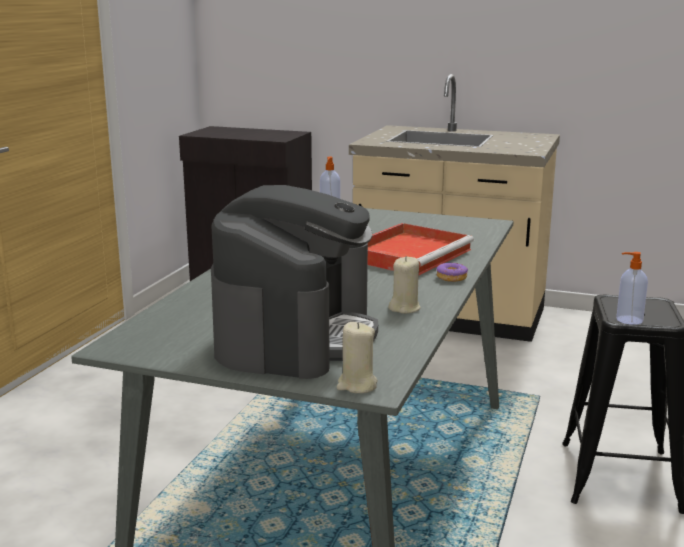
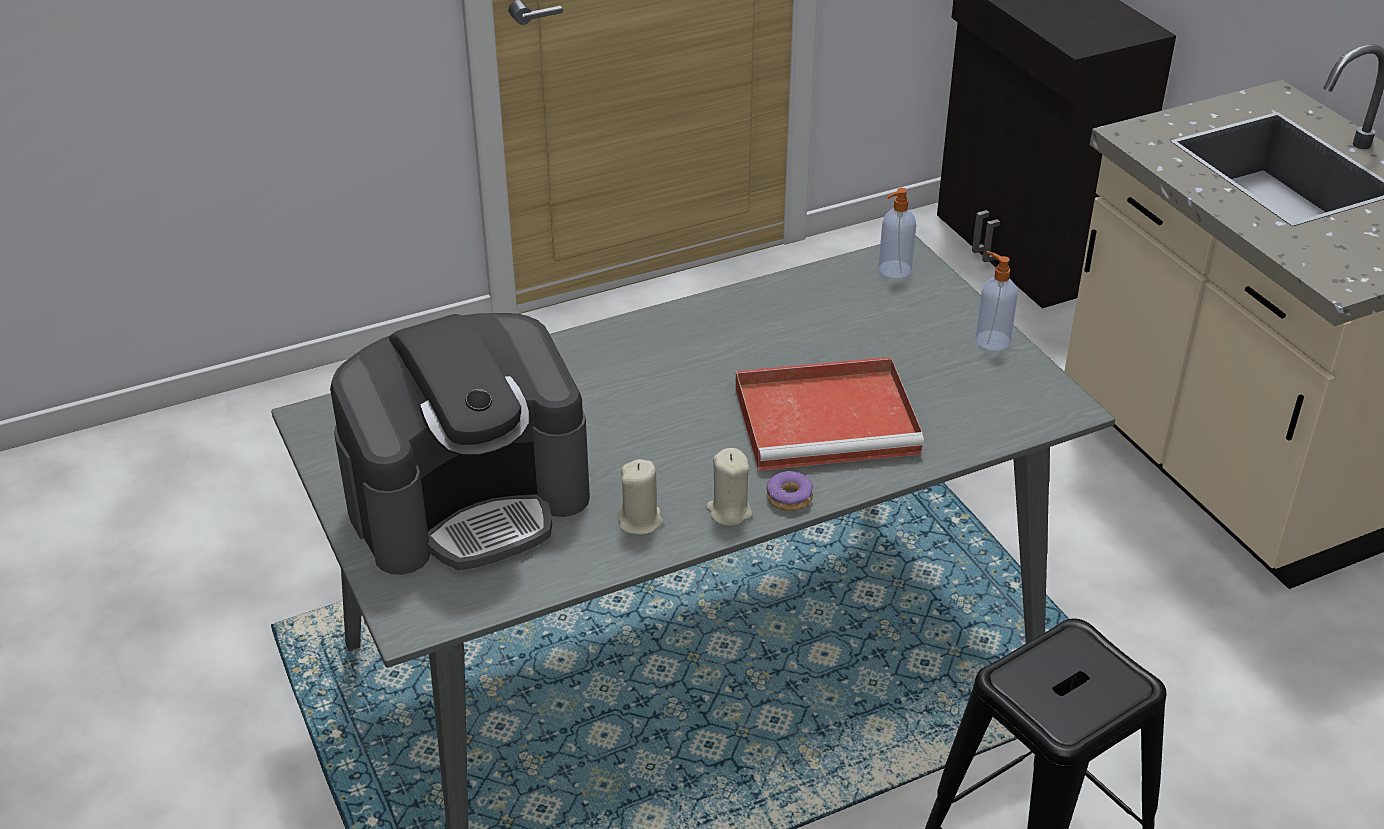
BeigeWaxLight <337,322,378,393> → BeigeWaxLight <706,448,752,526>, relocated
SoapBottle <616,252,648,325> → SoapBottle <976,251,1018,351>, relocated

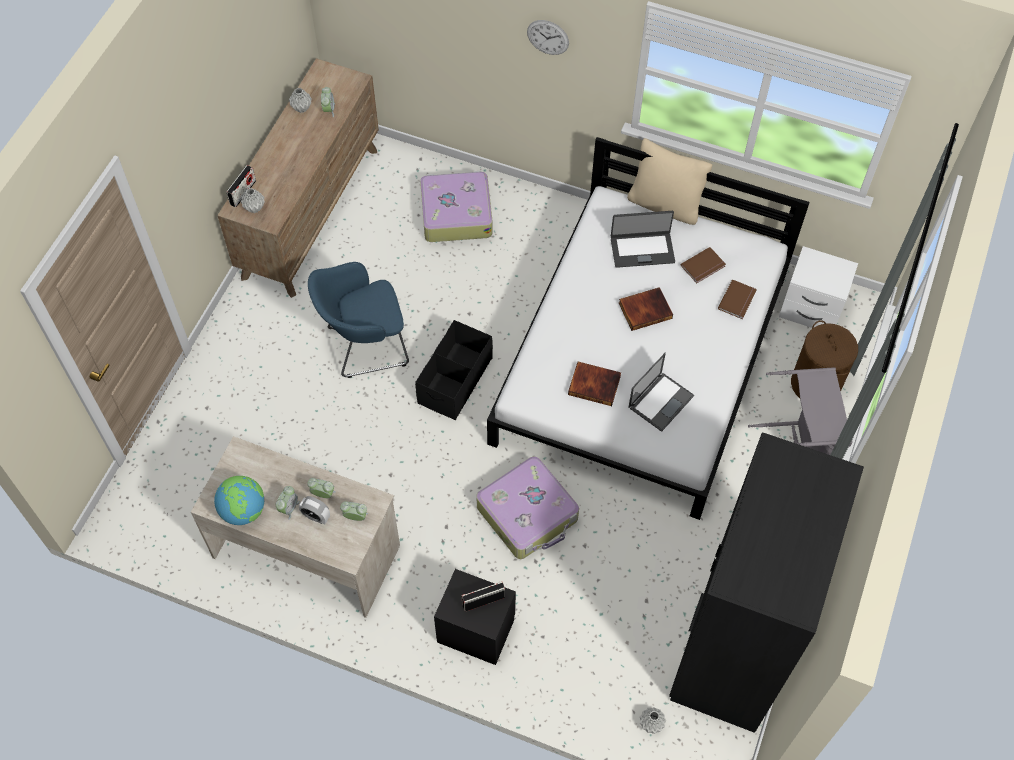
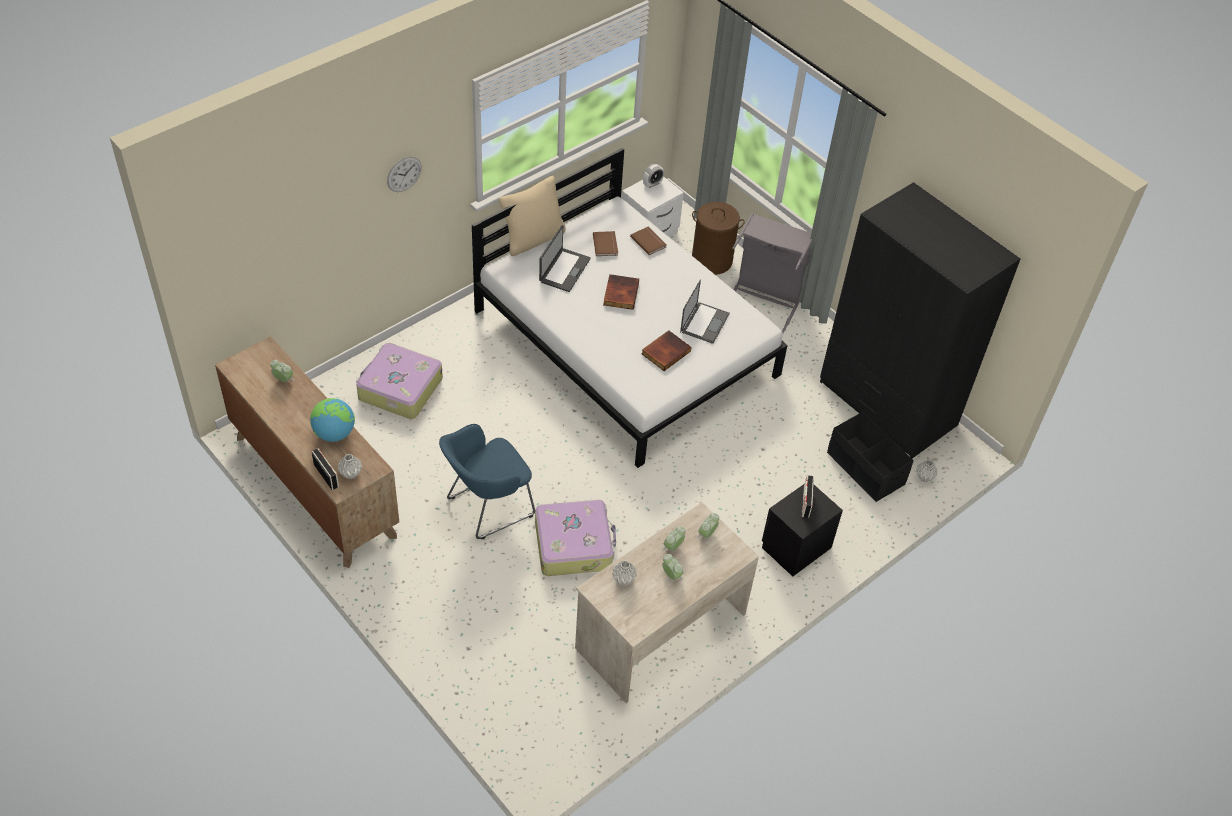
DeskGlobe <214,476,264,525> → DeskGlobe <310,398,355,442>, relocated
BlueColouredArmchair <308,262,409,378> → BlueColouredArmchair <439,424,535,539>, 45 degrees clockwise
Suitcase <476,457,579,559> → Suitcase <535,500,616,576>, relocated
GreyVase <289,88,312,113> → GreyVase <612,560,637,586>, relocated
BedsideClock <299,496,330,524> → BedsideClock <643,164,664,188>, relocated
NotebookComputer <628,353,694,432> → NotebookComputer <680,280,730,344>, 45 degrees clockwise
BlackishStorageBox <415,320,493,420> → BlackishStorageBox <827,412,914,502>, relocated

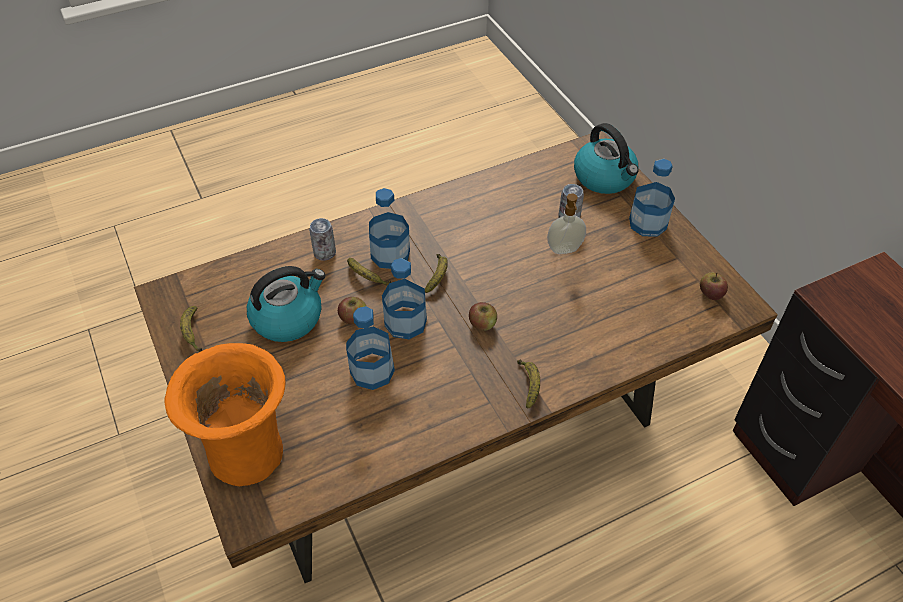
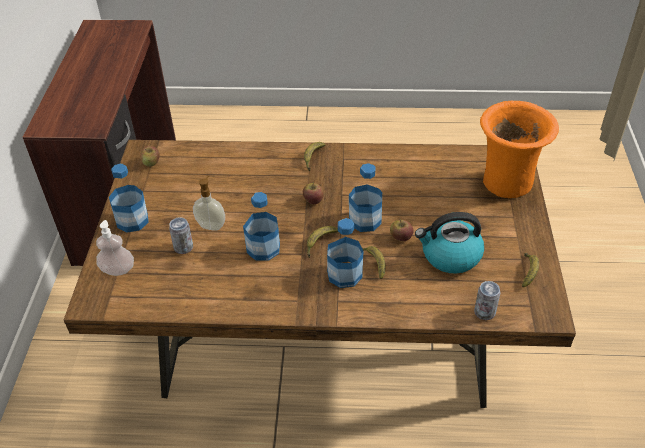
Kettle <574,123,639,194> → SoapBottle <96,220,134,276>
Bottle <346,306,395,390> → Bottle <243,192,280,261>, relocated
Can <309,218,336,261> → Can <474,281,500,320>, relocated

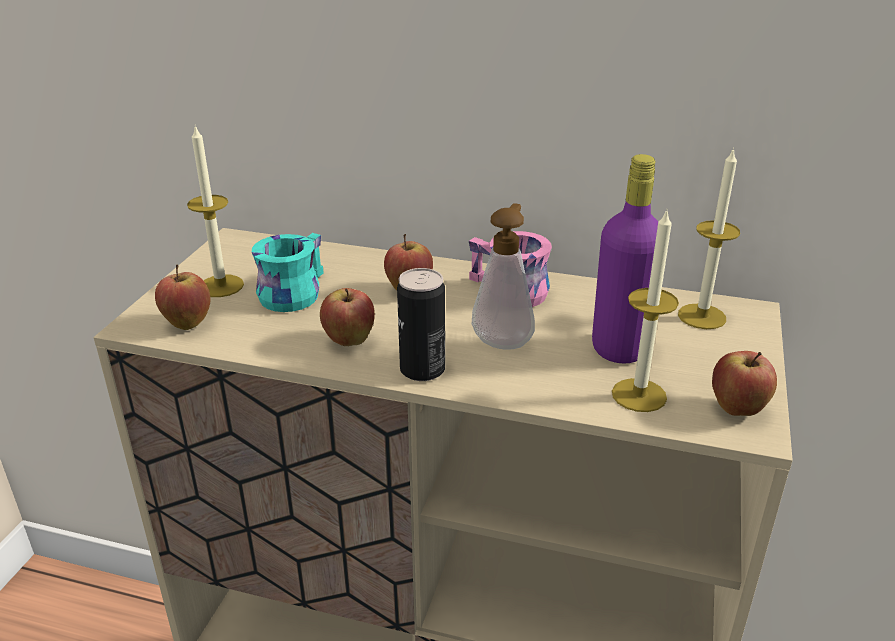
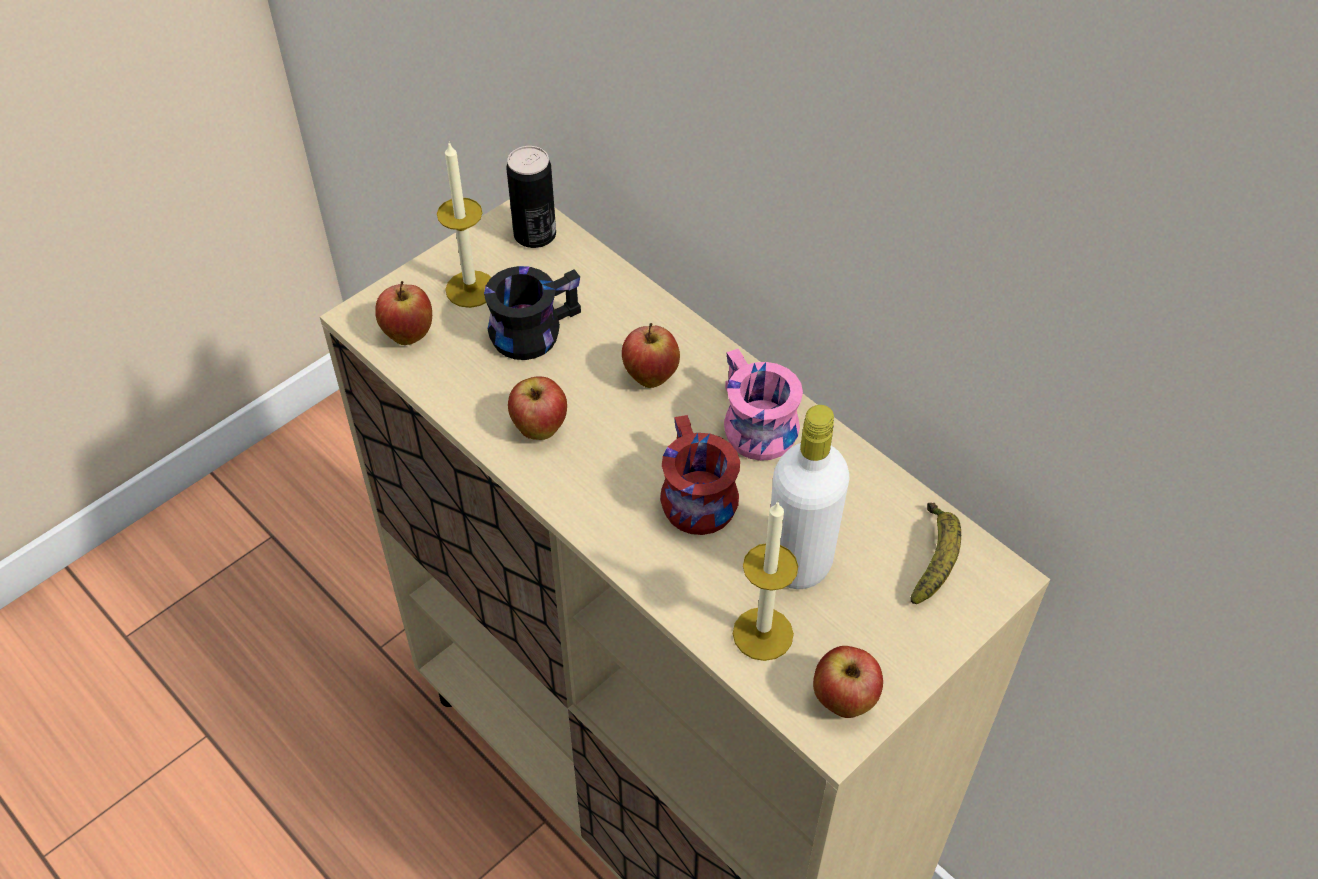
TurquoiseColouredCoffeeMug <252,233,324,312> → BlackishCoffeeMug <484,266,581,360>
Can <397,268,445,381> → Can <506,146,556,248>, relocated
SoapBottle <472,203,535,350> → RedColouredCoffeeMug <660,415,740,535>
PurplishBottle <592,154,658,364> → WhiteBottle <771,405,849,589>
WaxLight <678,147,740,329> → BananaFruit <910,503,961,604>

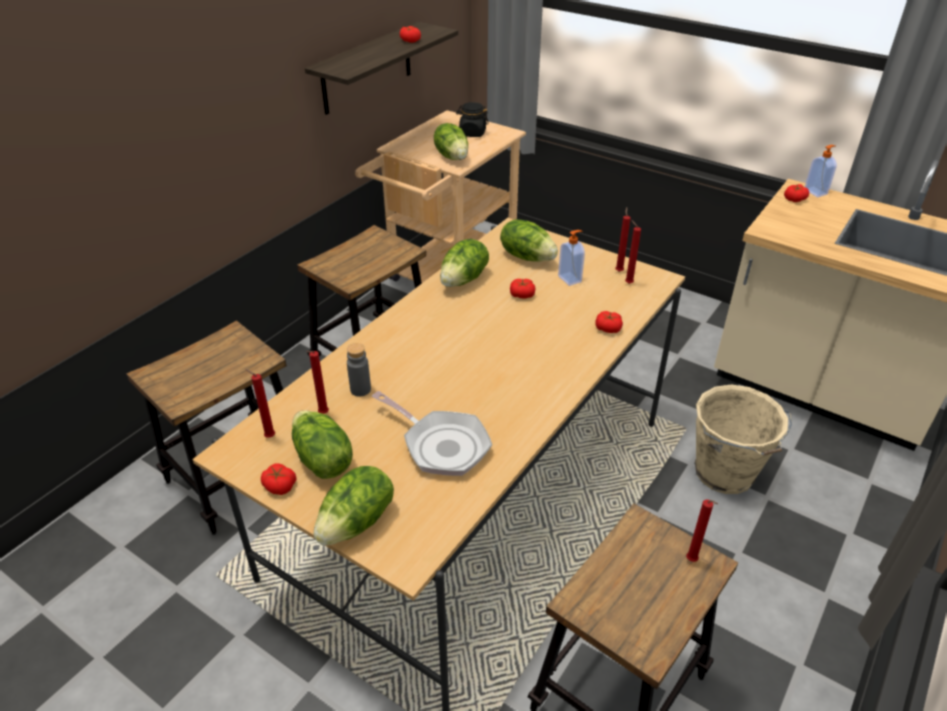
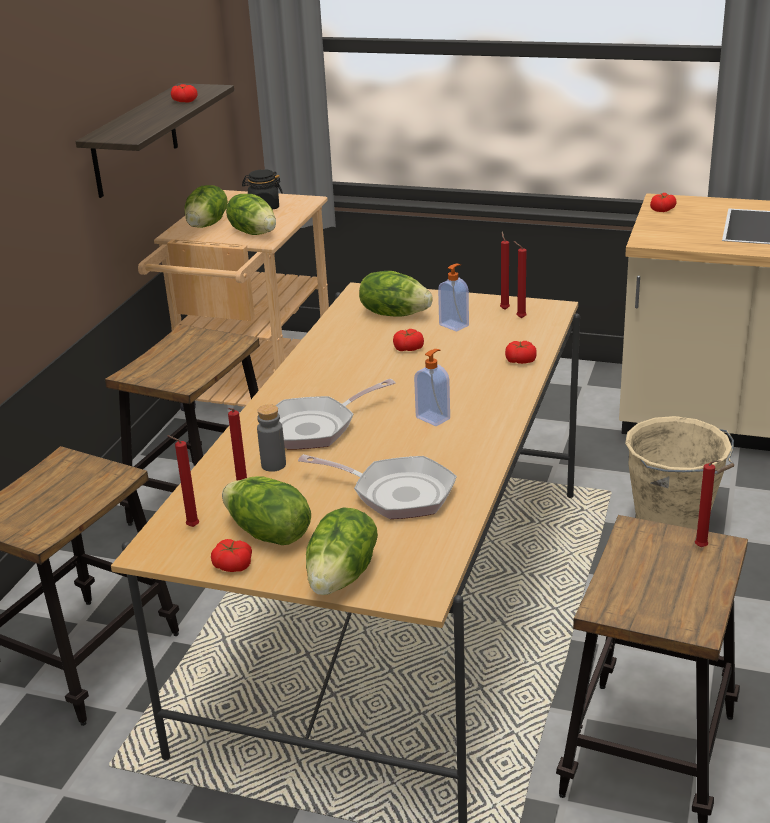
Lettuce <440,239,489,287> → Lettuce <184,185,228,228>, relocated
- → Skillet <275,379,396,449>
SoapBottle <805,145,837,197> → SoapBottle <414,349,450,426>, relocated

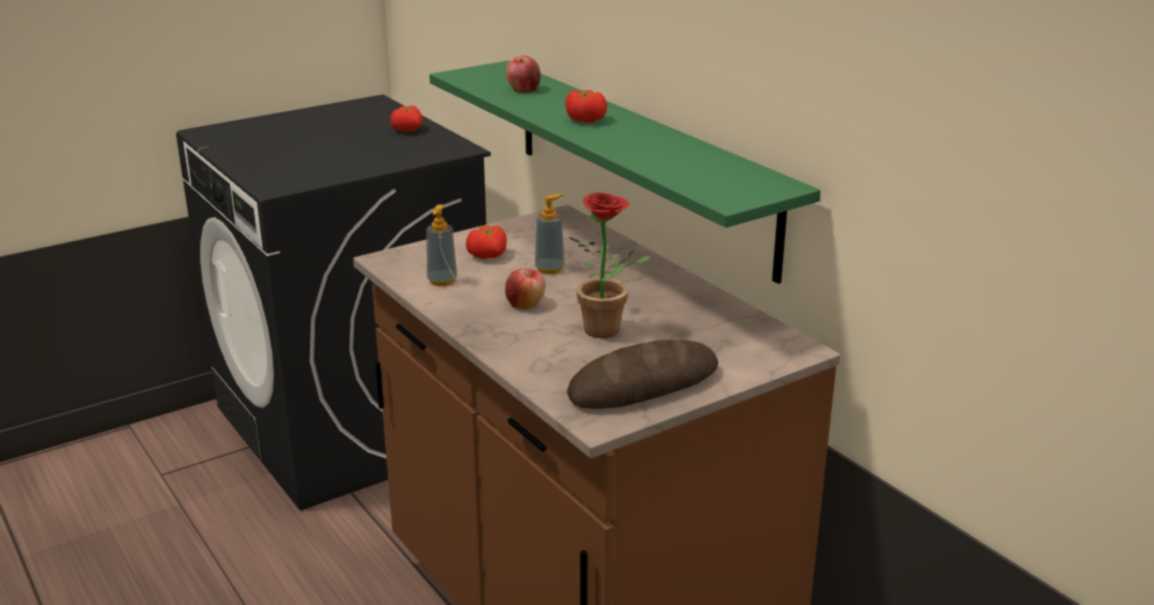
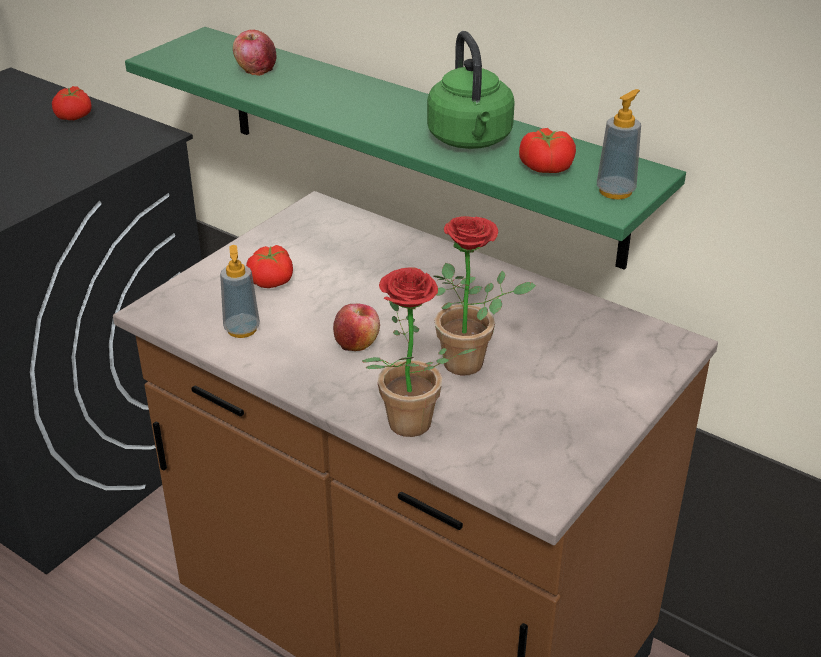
- → PottedPlant <362,267,477,437>
- → GreenishKettle <427,31,515,149>
Tomato <565,90,607,123> → Tomato <519,128,576,173>, relocated
SoapBottle <535,194,565,274> → SoapBottle <597,89,641,199>, relocated
BakedBread <567,340,718,409> → -

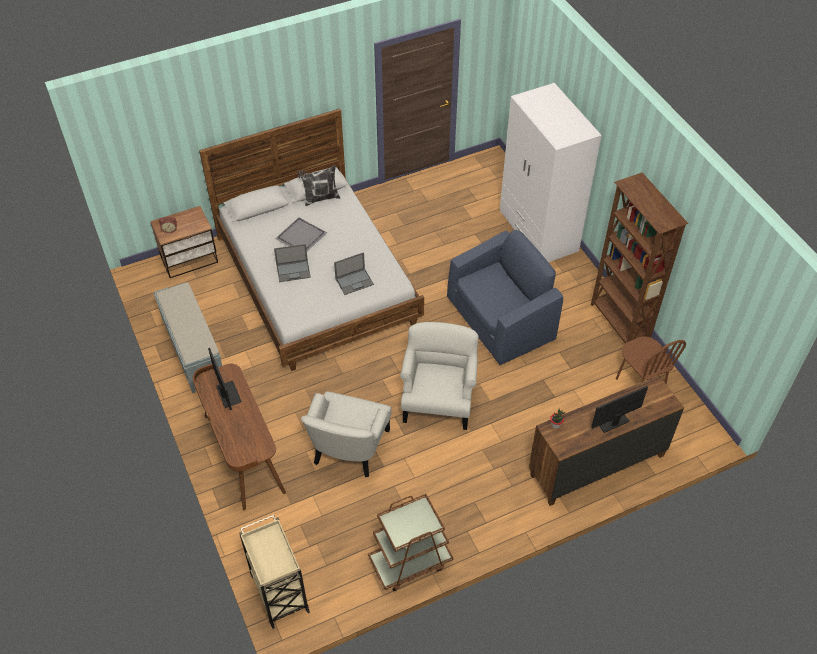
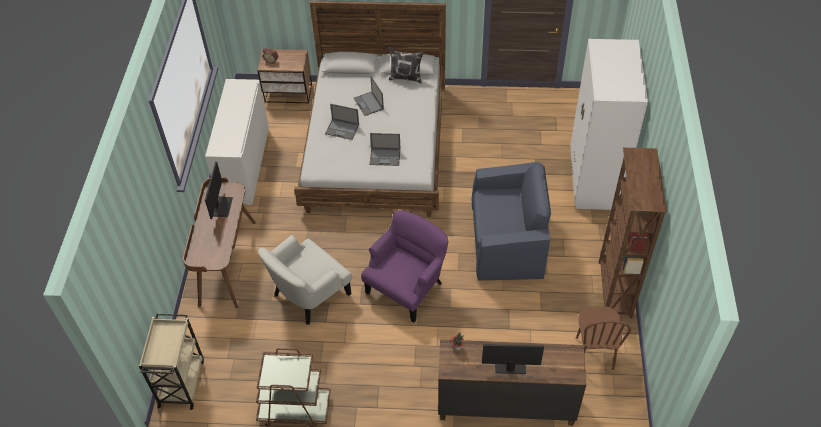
GreyBench <154,282,222,393> → WhiteCupboard <205,79,269,205>
GreyTray <275,218,327,251> → NotebookComputer <354,76,384,116>
WhiteArmchair <400,322,479,430> → PurplishArmchair <361,210,448,323>

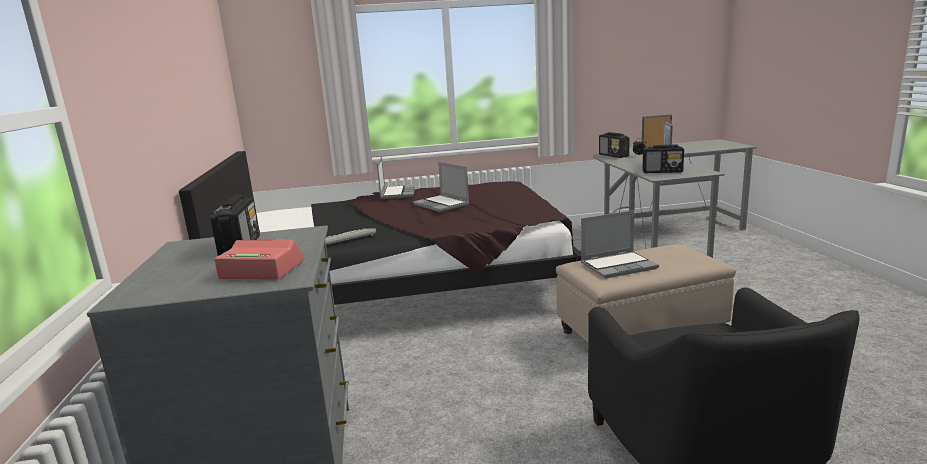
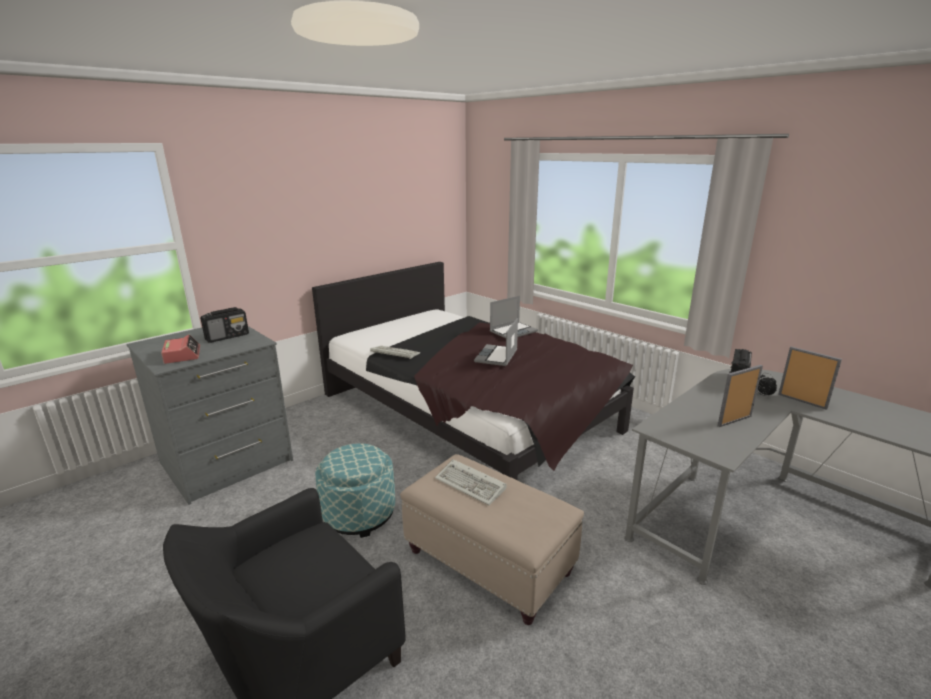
- → Pouffe <315,443,395,538>
NotebookComputer <581,210,659,278> → ComputerKeyboard <435,459,507,505>
RadioSet <642,144,684,173> → -

